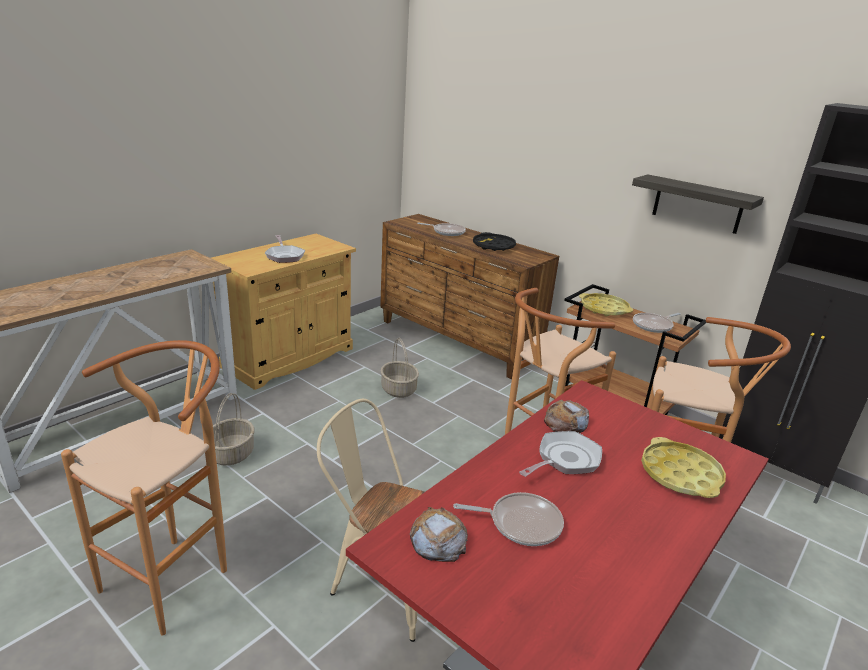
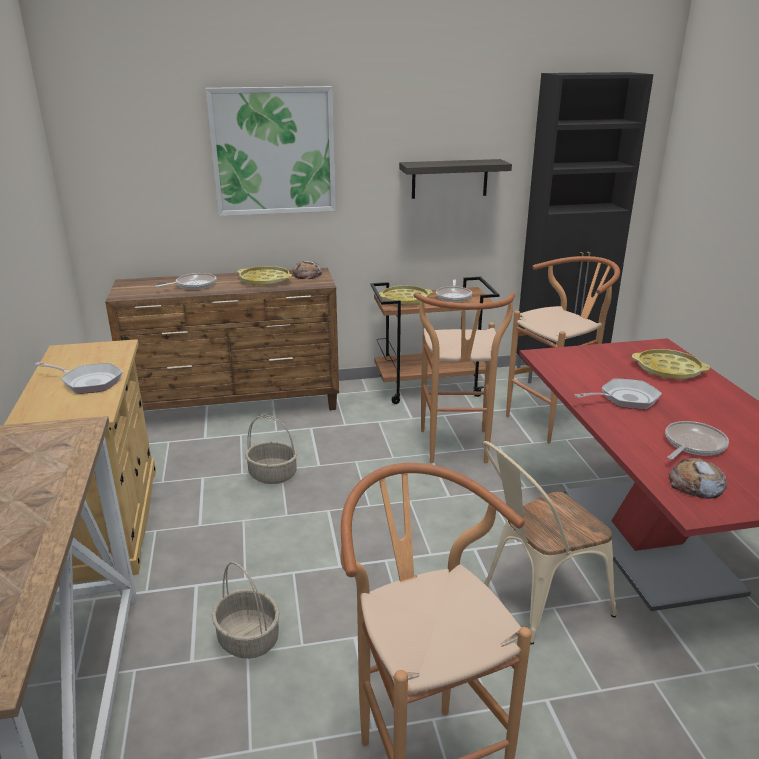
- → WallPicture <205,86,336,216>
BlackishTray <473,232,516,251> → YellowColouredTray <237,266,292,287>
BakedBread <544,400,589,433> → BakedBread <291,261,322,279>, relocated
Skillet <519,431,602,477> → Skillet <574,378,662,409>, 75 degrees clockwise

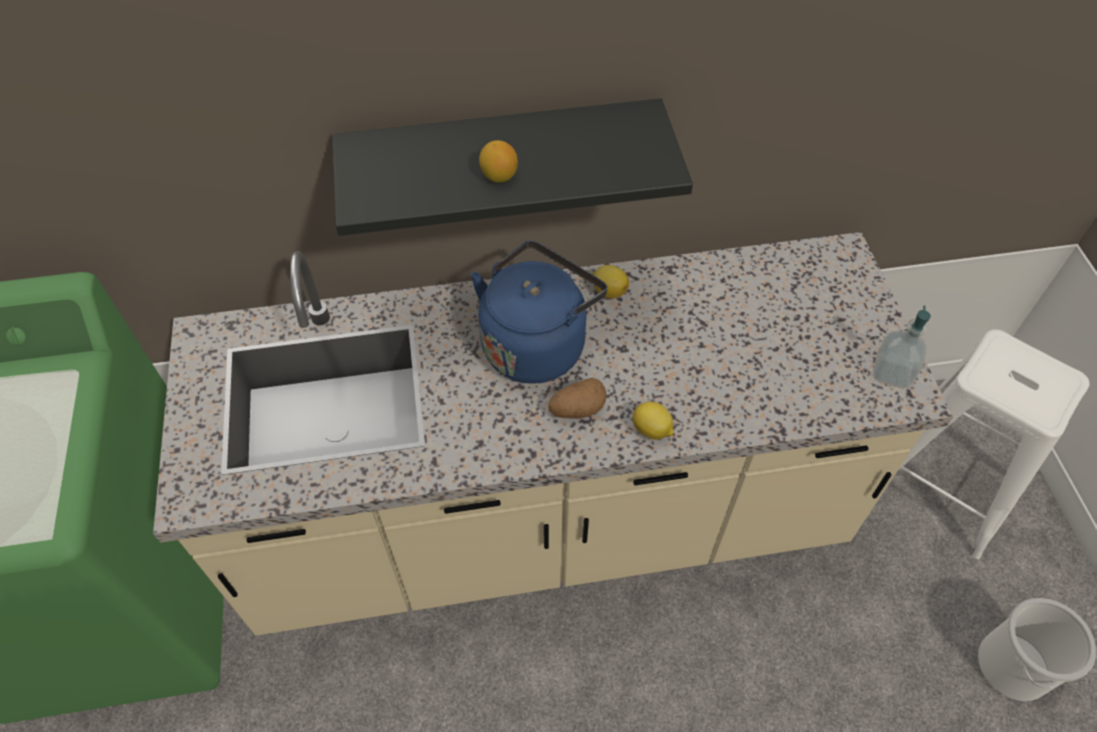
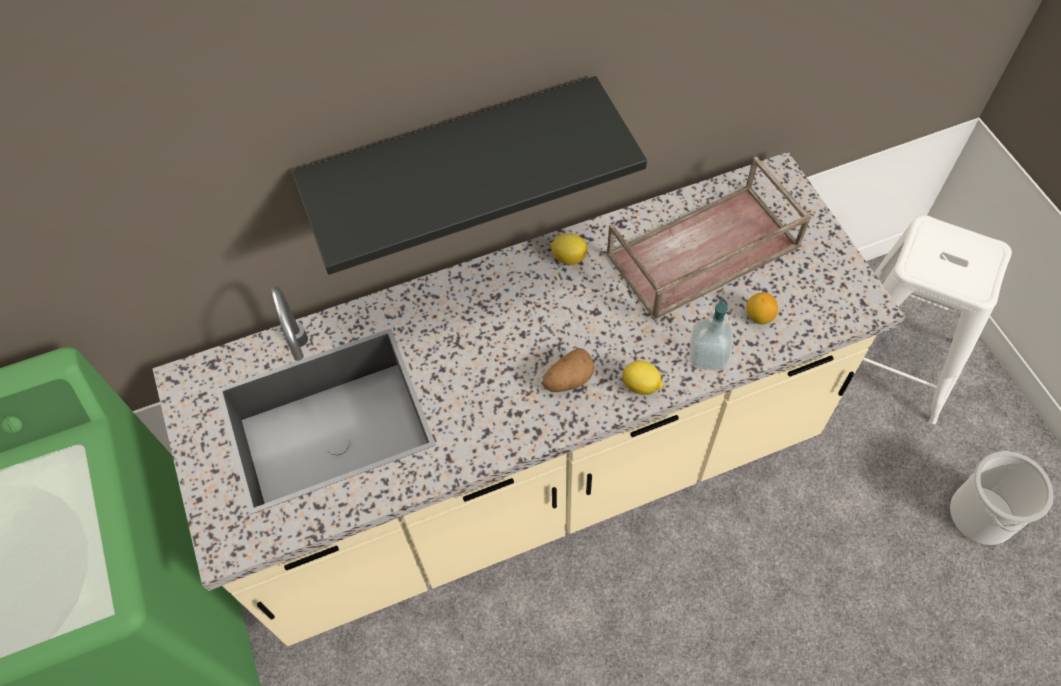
- → BrownishTray <606,156,811,321>
SoapBottle <873,306,931,389> → SoapBottle <689,297,733,371>, relocated
CitrusFruit <479,140,518,183> → CitrusFruit <746,293,778,325>, relocated
BlueColouredKettle <471,241,607,384> → -

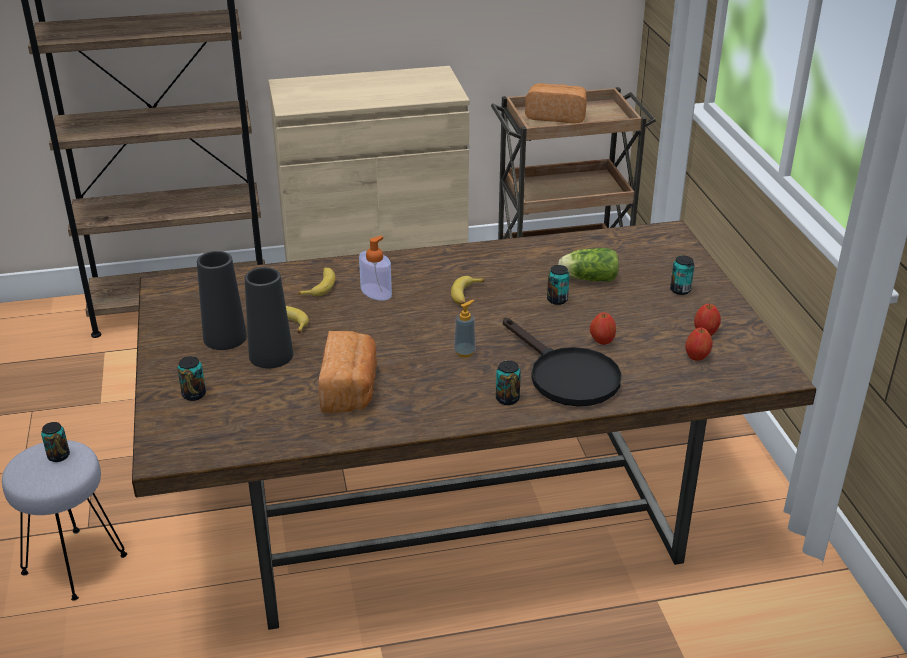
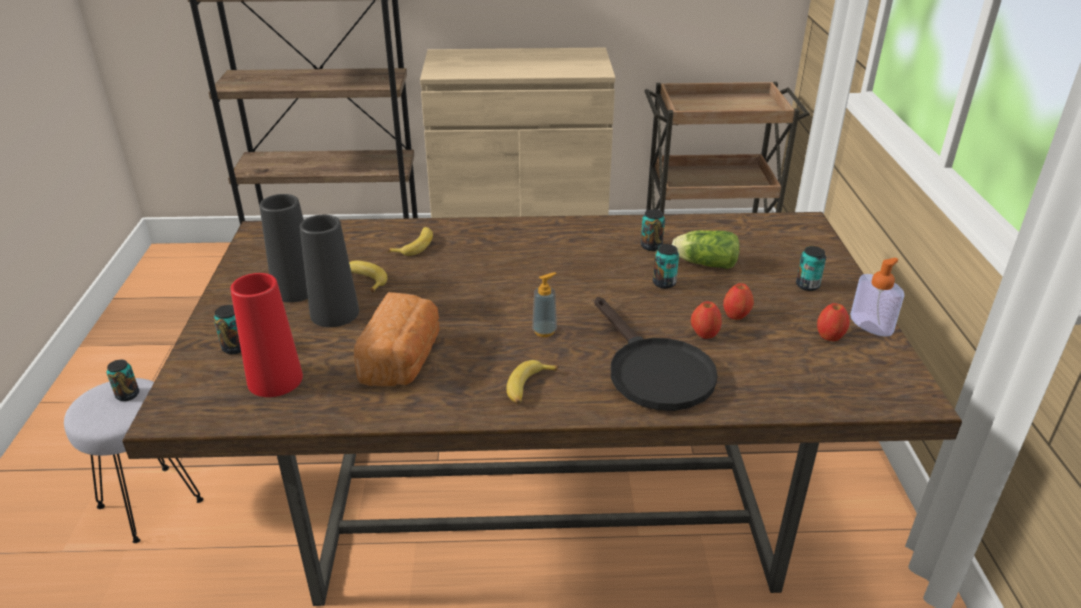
- → RedColouredVase <230,273,303,397>
BananaFruit <451,276,485,305> → BananaFruit <507,360,559,404>, relocated
Can <496,360,521,405> → Can <641,209,665,251>, relocated
AppleFruit <685,328,713,361> → AppleFruit <723,283,754,320>, relocated
SoapBottle <359,236,392,301> → SoapBottle <850,258,904,337>, relocated
BakedBread <525,83,587,123> → -

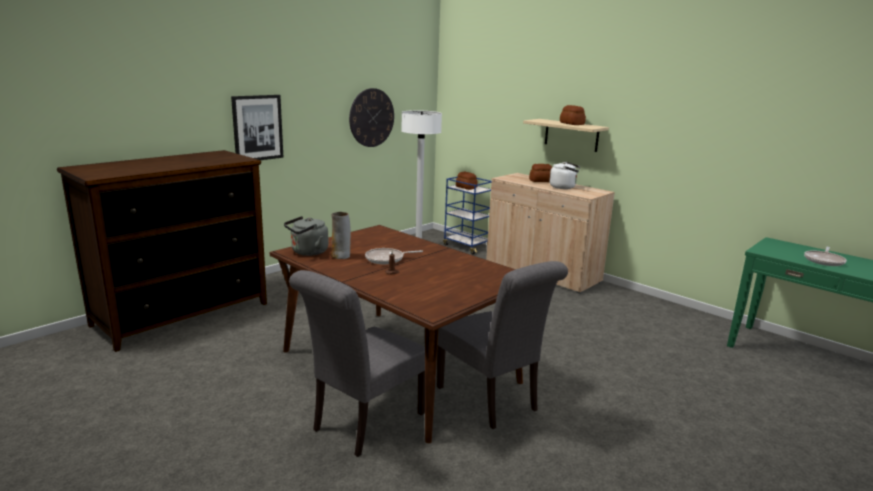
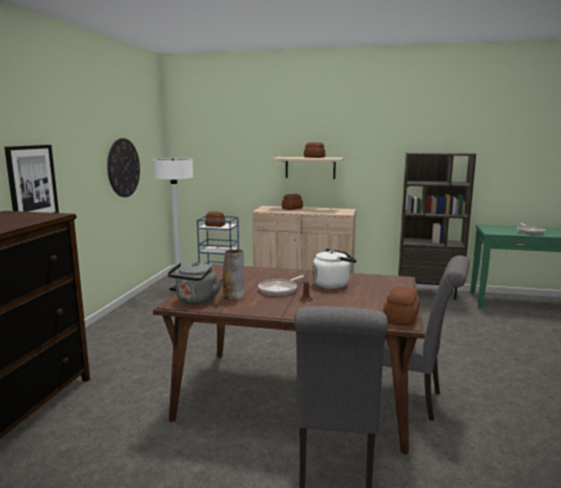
WhiteKettle <550,162,580,189> → WhiteKettle <313,249,357,289>, relocated
- → BakedBread <383,286,420,326>
- → BrownishBookcase <398,152,476,300>

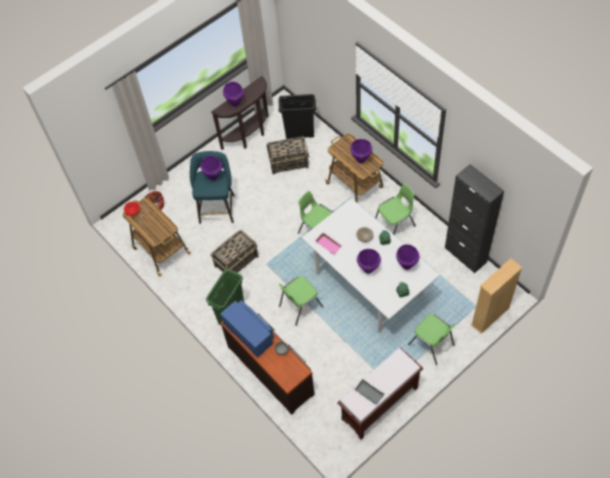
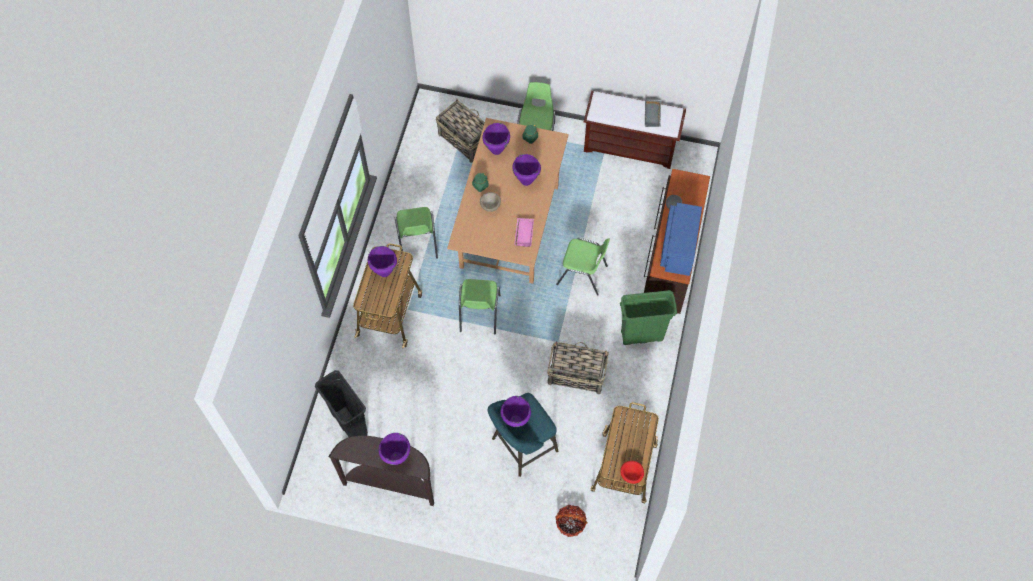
GreenishUprightChair <375,183,416,234> → GreenishUprightChair <395,207,438,263>, 120 degrees counterclockwise
HouseholdBasket <266,136,309,174> → HouseholdBasket <436,99,485,163>, relocated
WhiteKitchenTable <301,198,440,333> → BrownishKitchenTable <447,118,569,284>
BlackishCupboard <445,164,504,273> → -
BeigeBookcase <471,258,522,334> → -

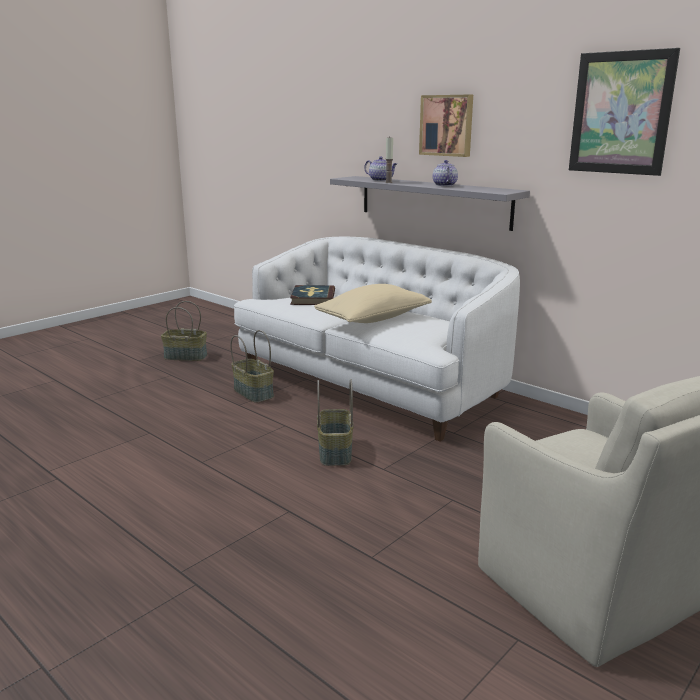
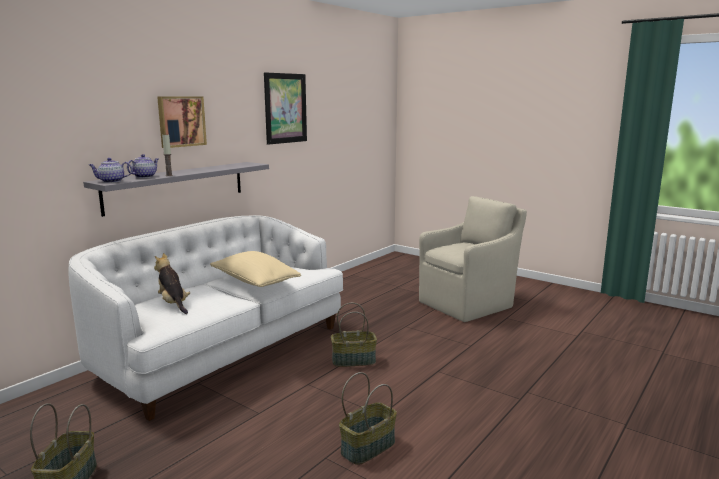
TeaPot <432,160,458,186> → TeaPot <89,158,132,183>, relocated
BoundBook <290,285,335,305> → PlushToy <154,253,190,314>
HouseholdBasket <230,330,274,403> → HouseholdBasket <339,372,397,465>, relocated

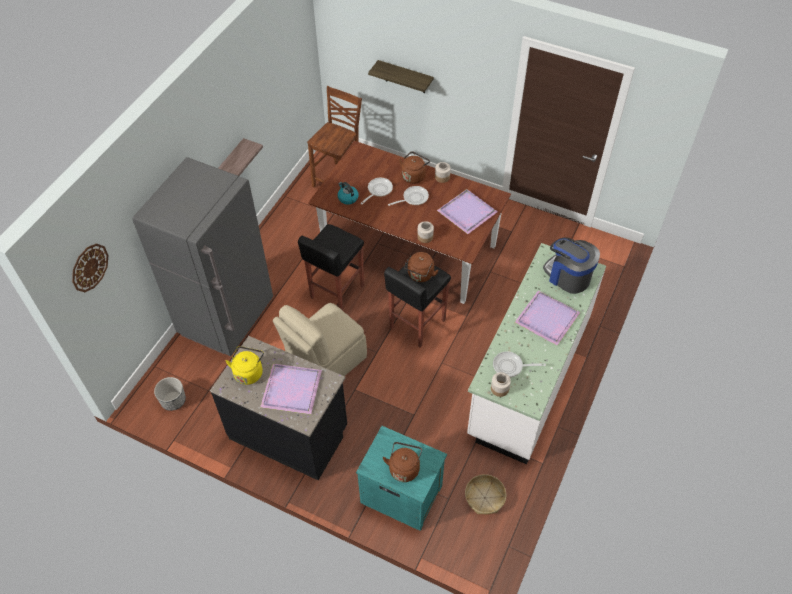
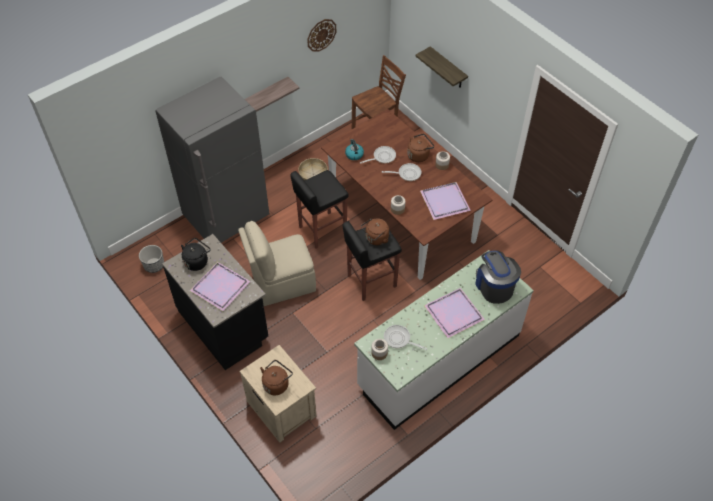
YellowColouredKettle <226,346,264,385> → BlackishKettle <181,238,211,271>
TurquoiseColouredNightTable <356,426,447,531> → BeigeNightTable <239,345,317,443>
HouseholdBasket <465,474,507,514> → HouseholdBasket <298,158,328,180>, relocated
WallClock <72,243,108,292> → WallClock <307,19,336,52>, relocated

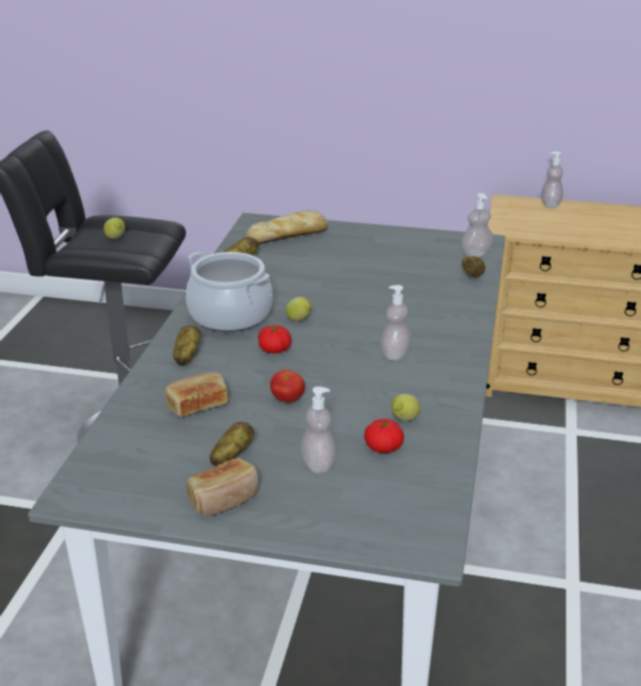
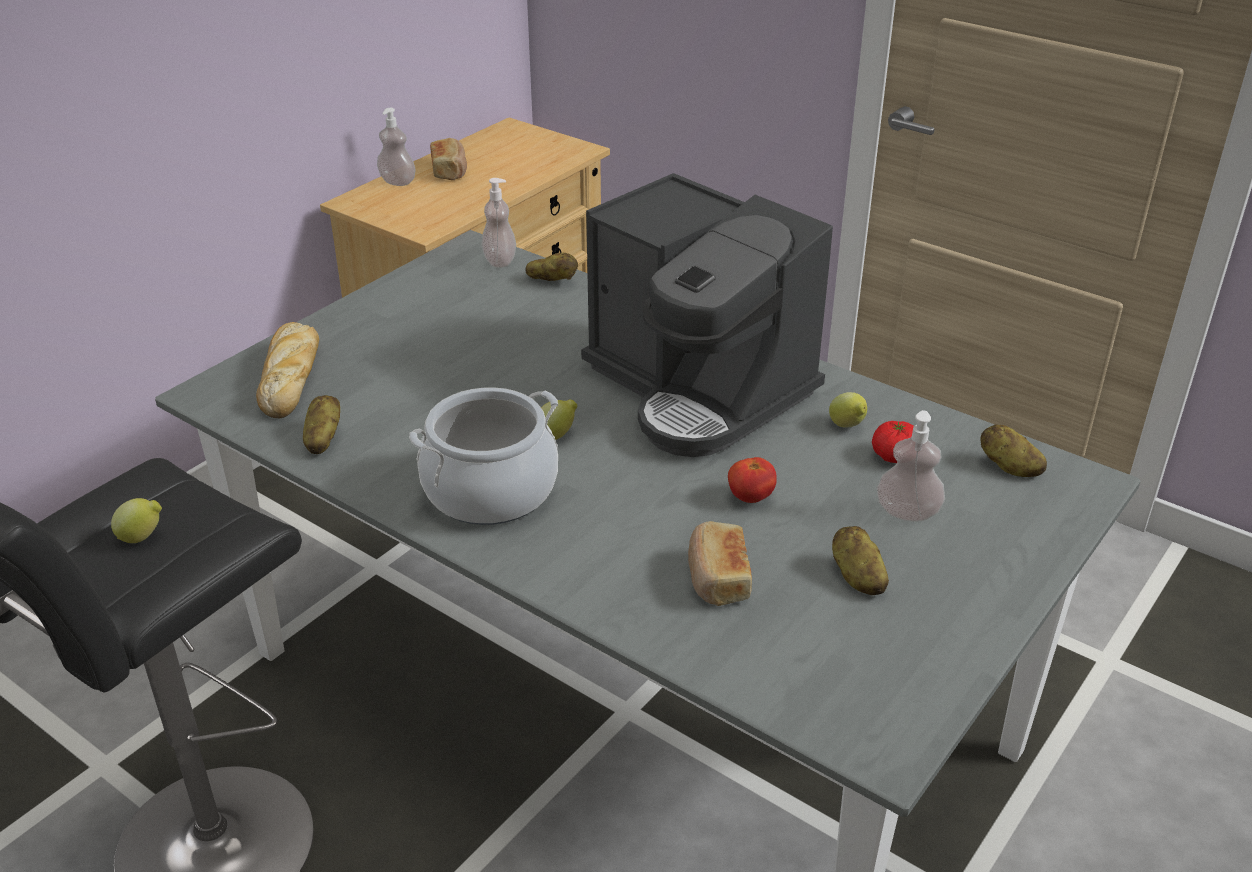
BakedBread <187,458,258,516> → BakedBread <430,138,467,180>, relocated
SoapBottle <380,285,412,361> → CoffeeMaker <581,173,833,457>
Spud <173,325,200,365> → Spud <981,424,1047,477>, relocated
Tomato <258,325,291,354> → -

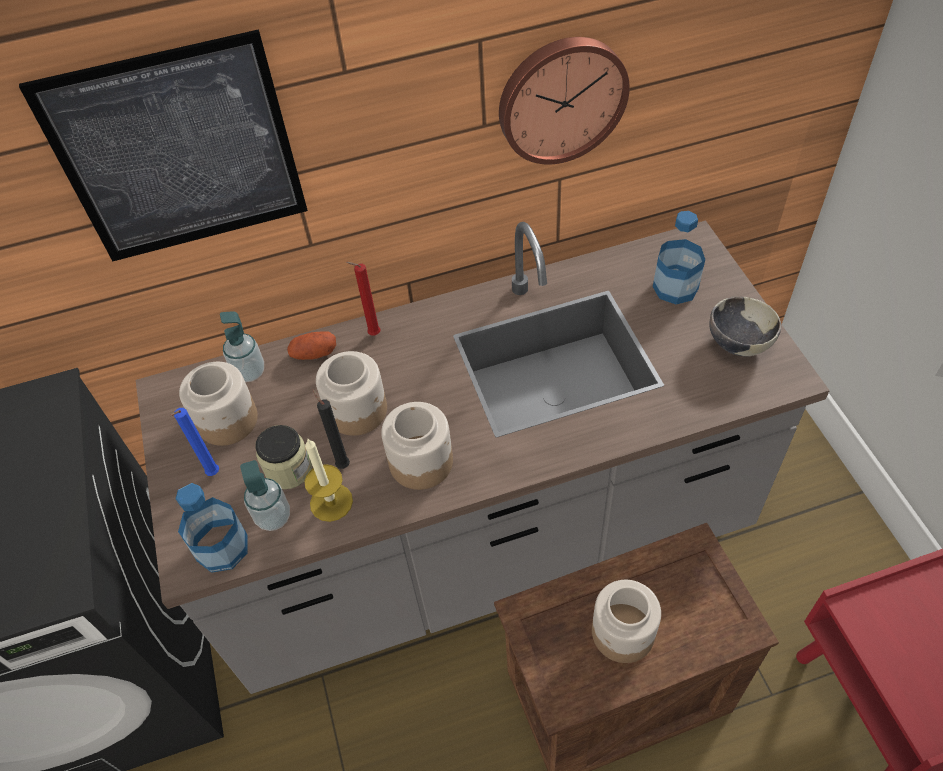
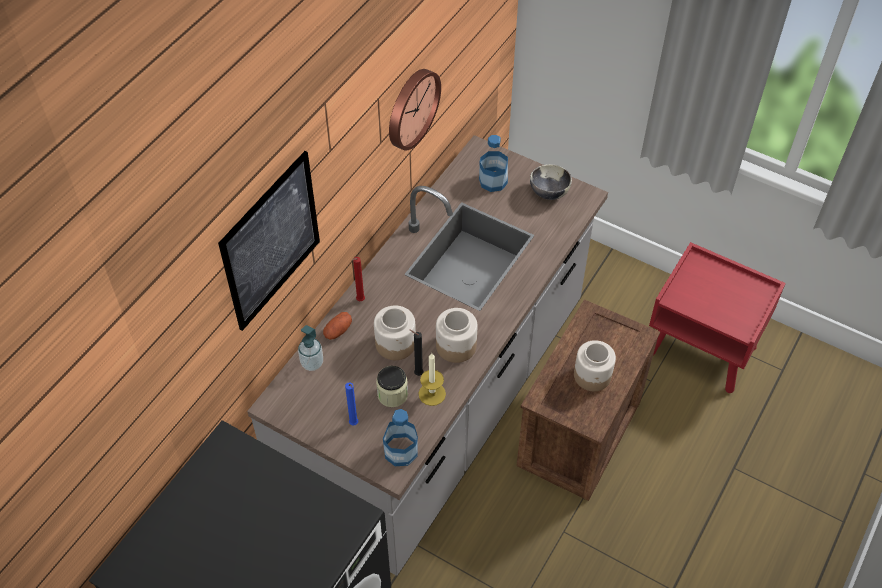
Jar <179,362,258,446> → -
SoapBottle <240,460,290,531> → -

